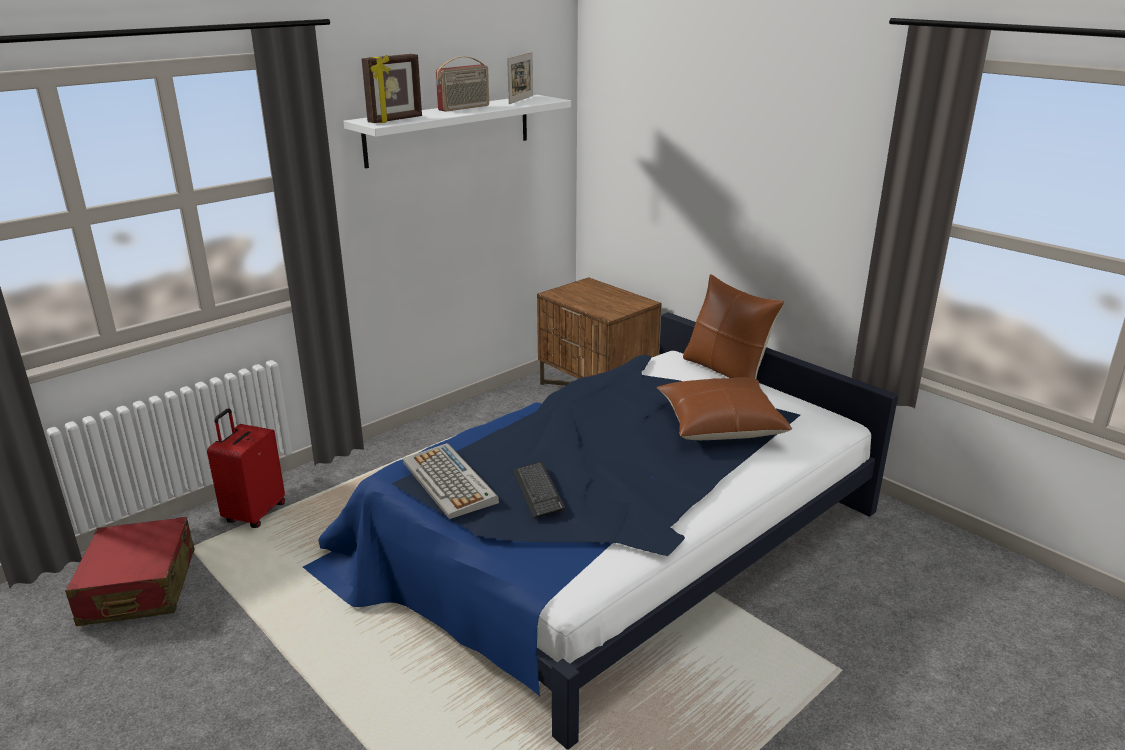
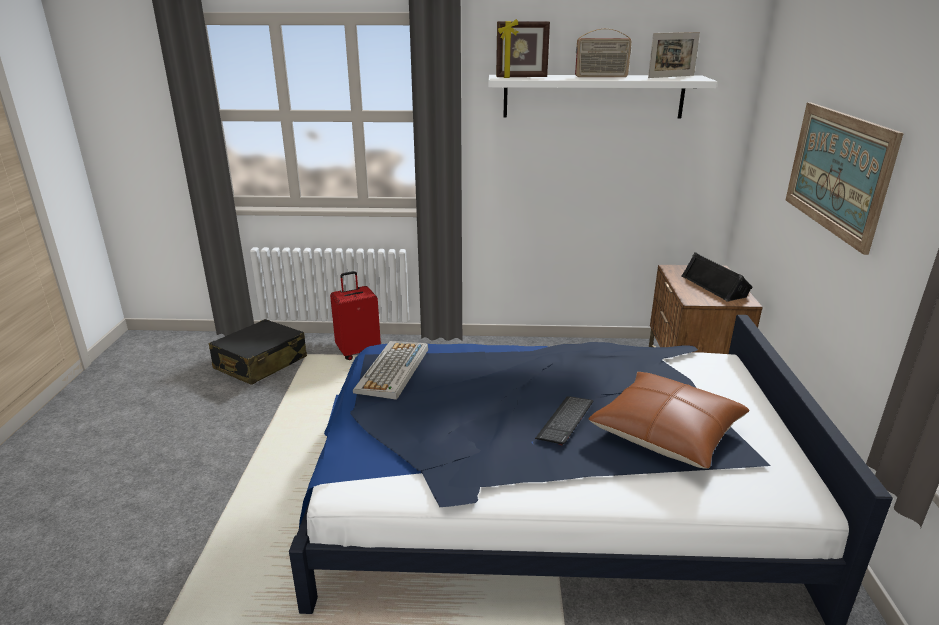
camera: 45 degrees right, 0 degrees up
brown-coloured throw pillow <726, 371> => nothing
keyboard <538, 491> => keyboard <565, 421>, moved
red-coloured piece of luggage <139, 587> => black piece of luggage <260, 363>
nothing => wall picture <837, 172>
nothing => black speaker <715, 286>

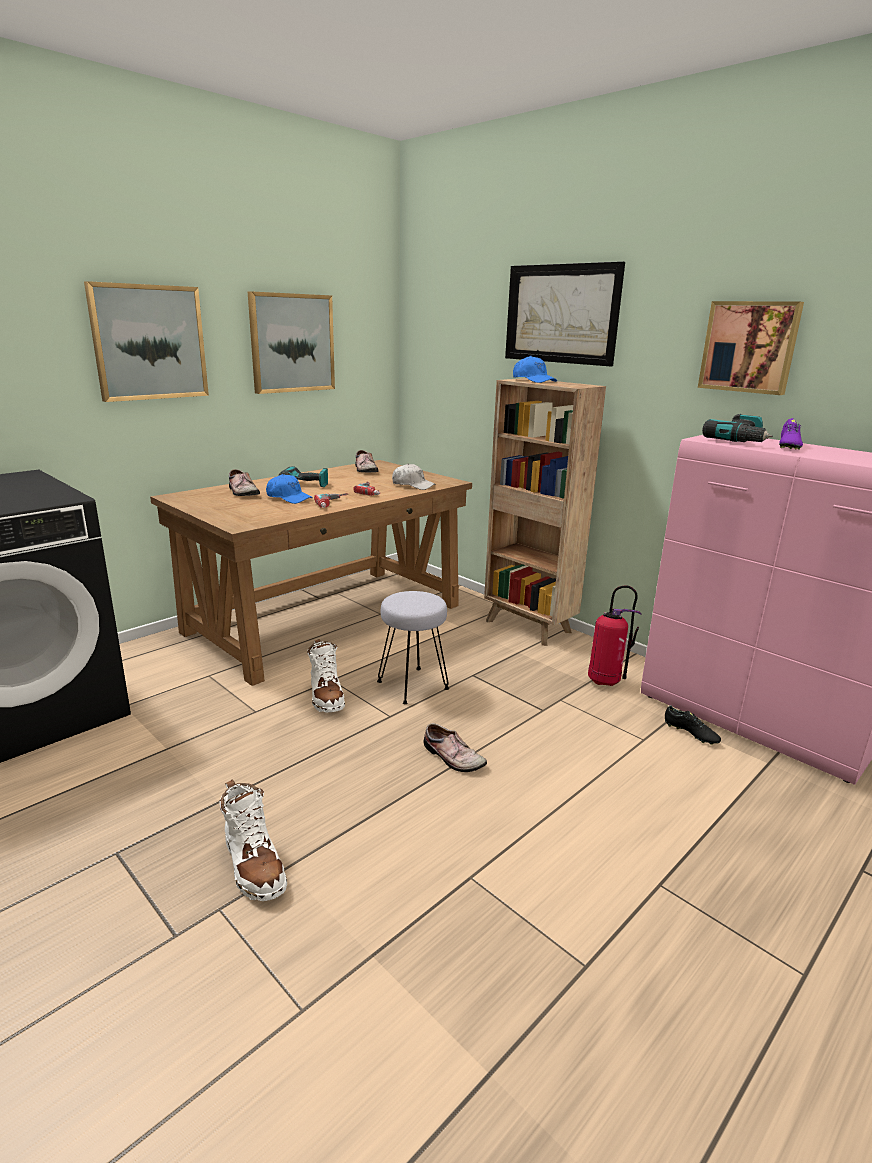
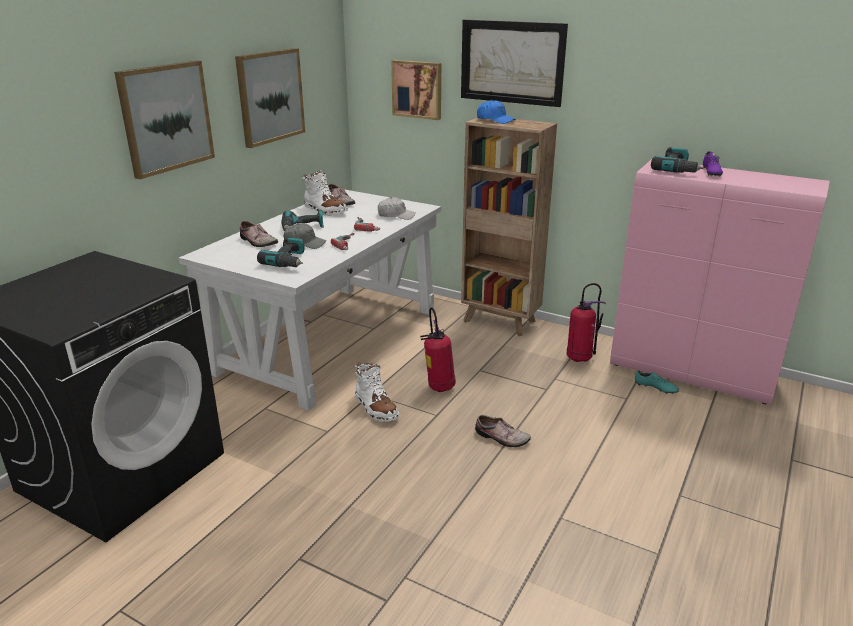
camera: 15 degrees left, 5 degrees up
wall picture <749, 347> => wall picture <417, 89>, moved
brown-coloured desk table <326, 618> => white desk table <330, 340>
blue-coloured peaked cap <289, 498> => greyish peaked cap <305, 243>
greyish sitting stool <412, 686> => fire-fighting cylinder <439, 387>
black low shoe <690, 734> => turquoise-coloured low shoe <655, 388>
white tall boot <253, 865> => white tall boot <325, 210>, moved
nothing => drill <288, 261>

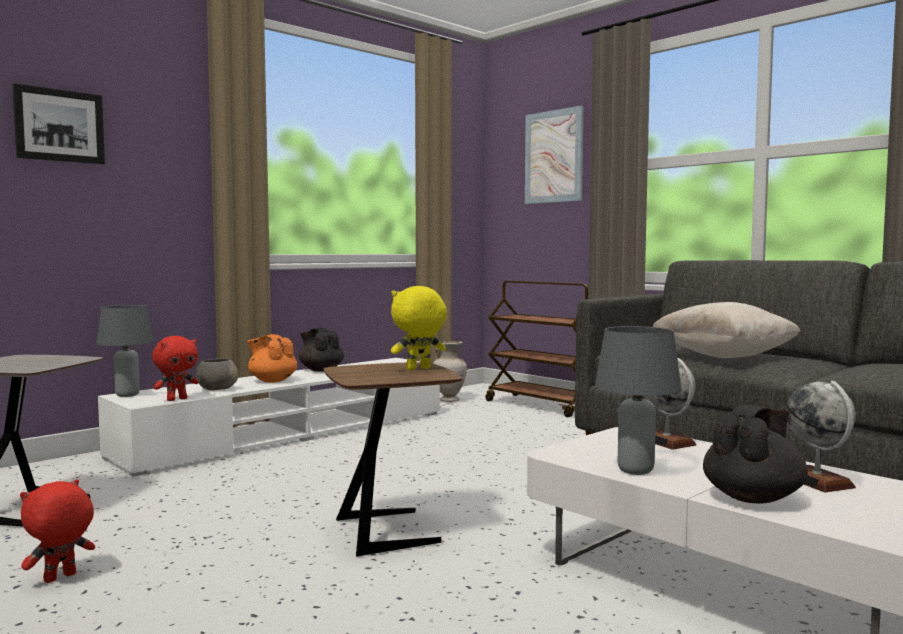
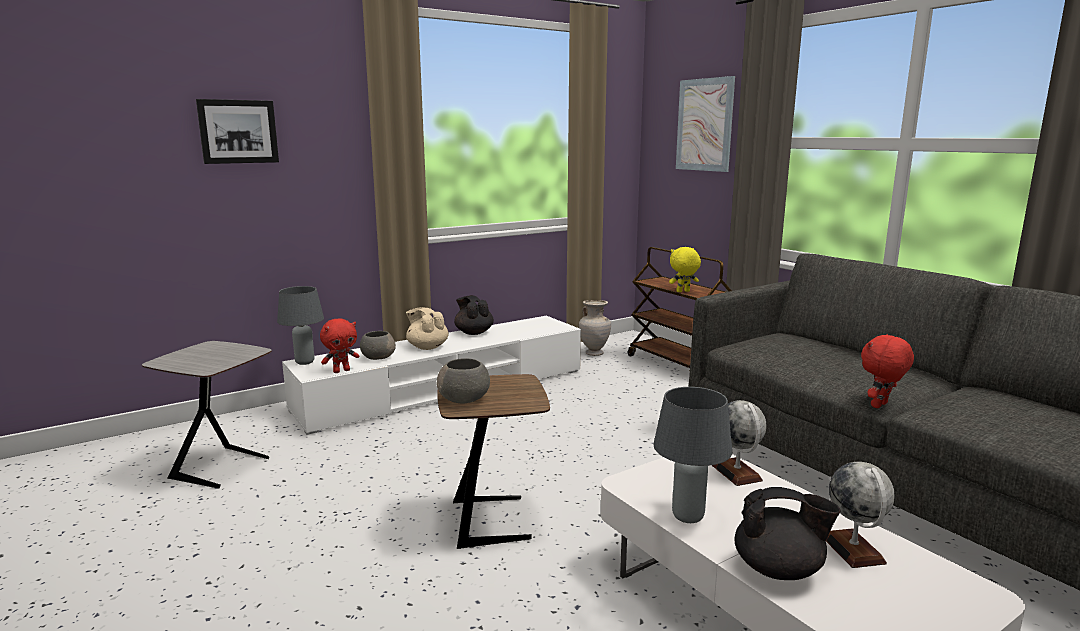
camera: 10 degrees right, 10 degrees up
yellow soft toy <418, 369> => yellow soft toy <683, 291>, moved
beige throw pillow <724, 356> => nothing
orange pot for tea <272, 381> => beige pot for tea <427, 347>
black pot for tea <753, 498> => black pot for tea <779, 569>, 45 degrees clockwise
red-coloured soft toy <60, 578> => red-coloured soft toy <880, 406>, moved
nothing => greyish serving bowl <464, 399>

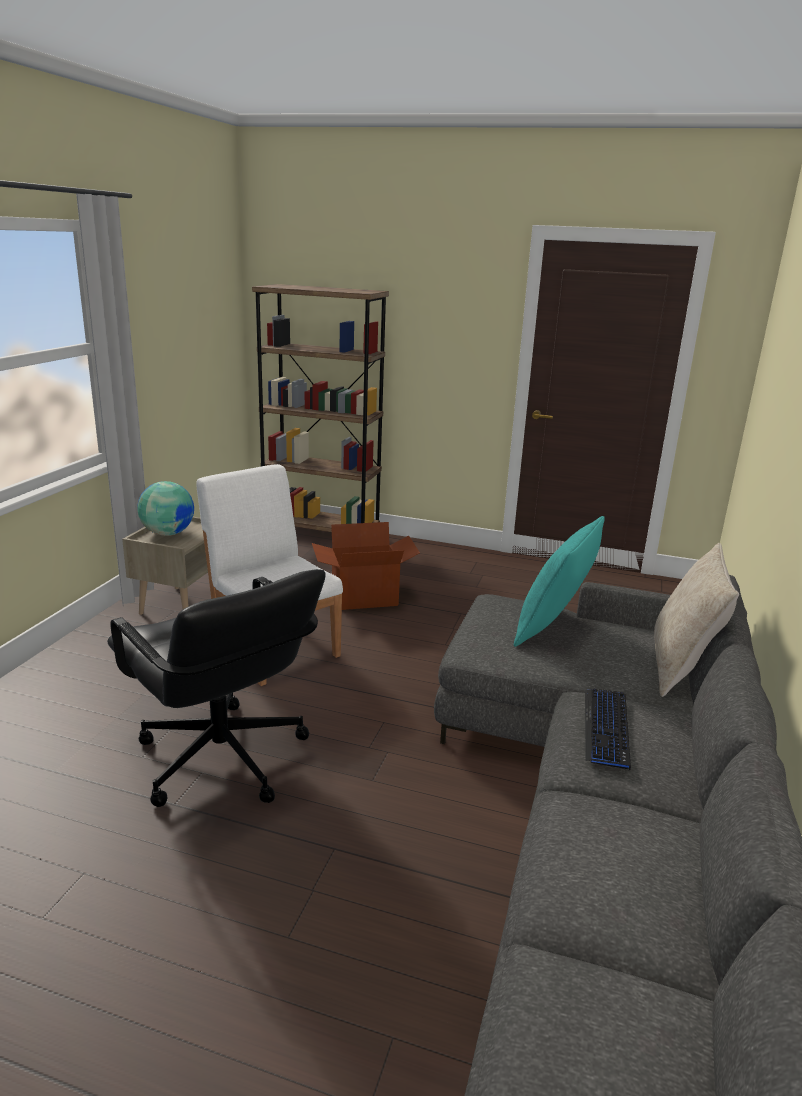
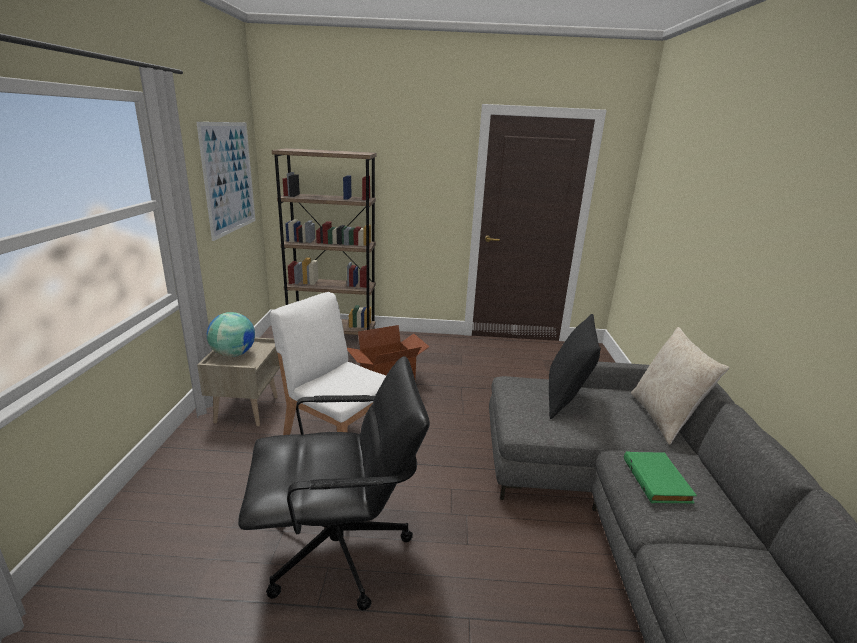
camera: 15 degrees left, 0 degrees up
turquoise-coloured throw pillow <553, 628> => black throw pillow <566, 398>
black computer chair <221, 759> => black computer chair <339, 550>, 45 degrees counterclockwise
keyboard <606, 728> => green bound book <658, 480>
nothing => wall picture <229, 178>

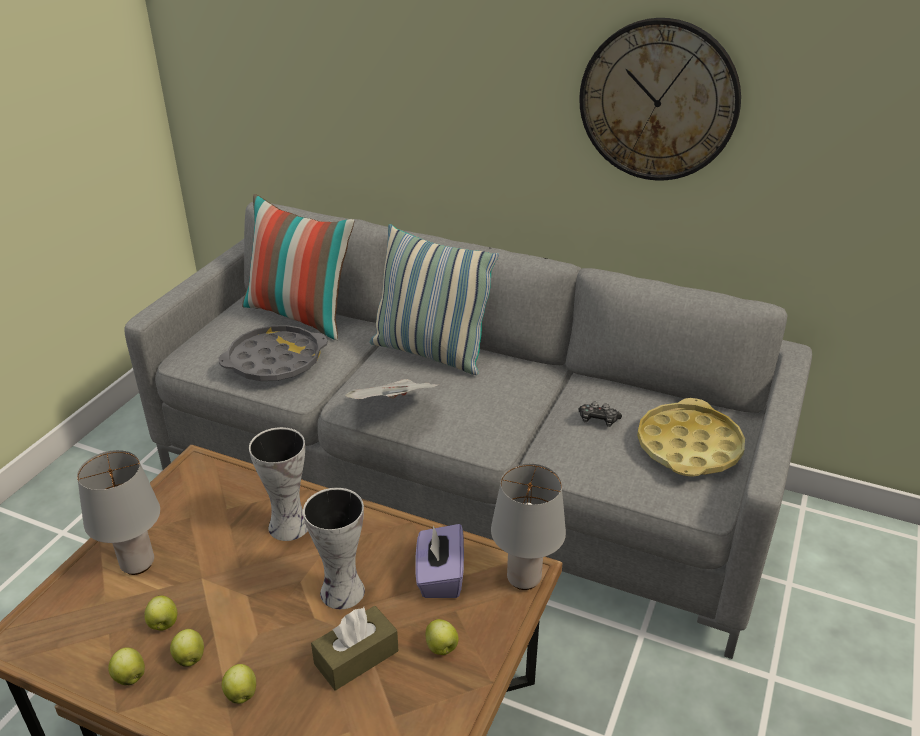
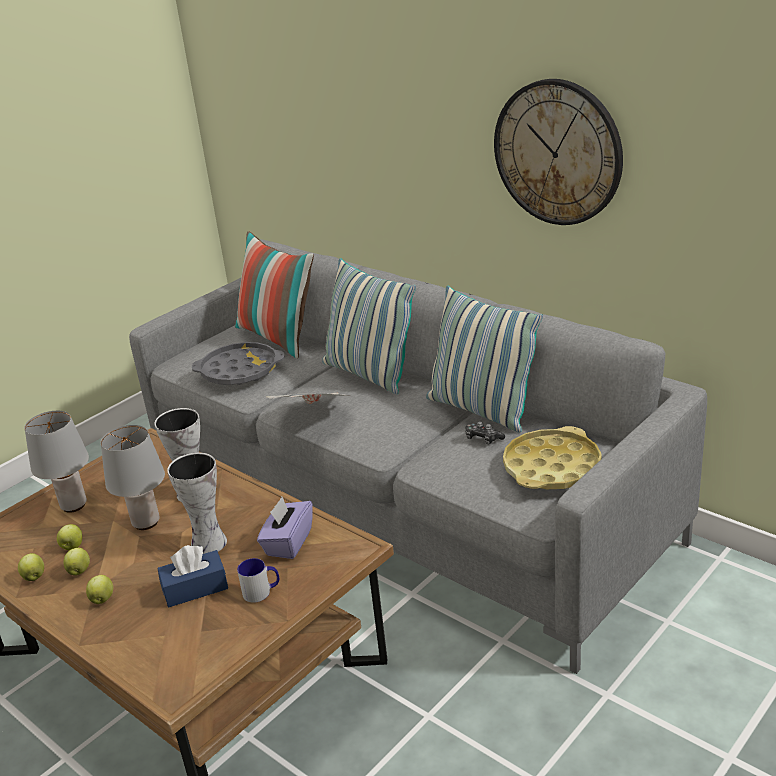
camera: 20 degrees right, 5 degrees down
greyish table lamp <524, 578> => greyish table lamp <147, 522>, moved
brown-coloured tissue holder <356, 657> => blue-coloured tissue holder <195, 588>
apple fruit <442, 648> => tea mug <262, 592>
nothing => throw pillow <481, 409>

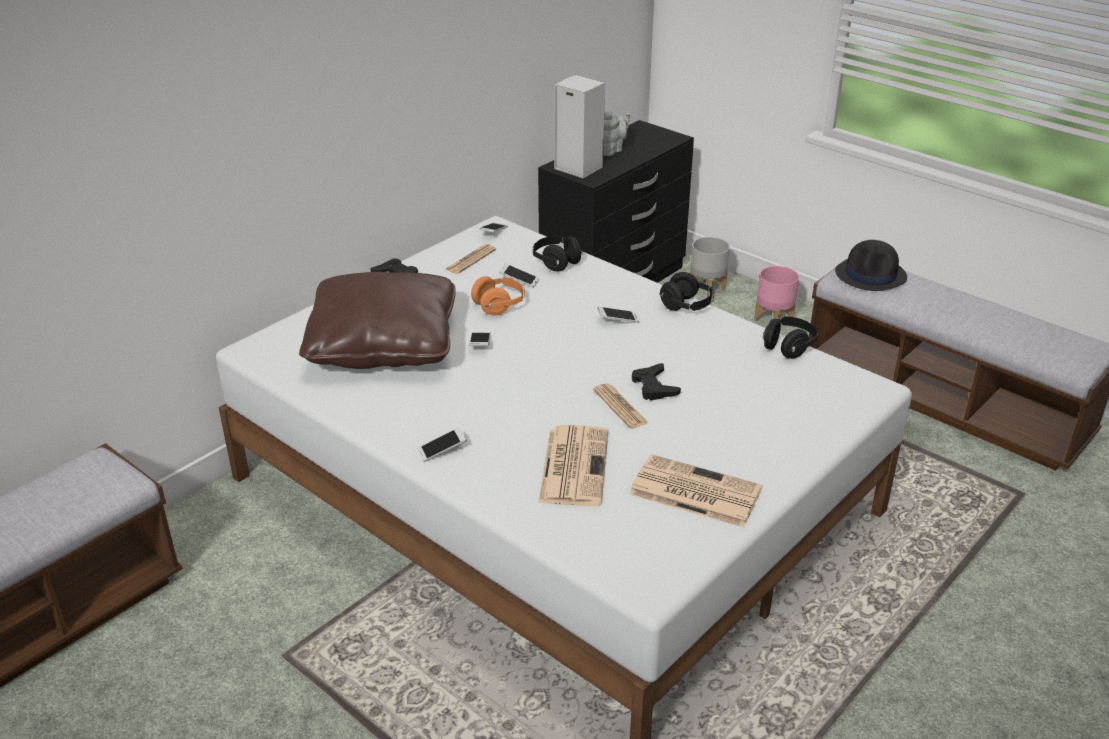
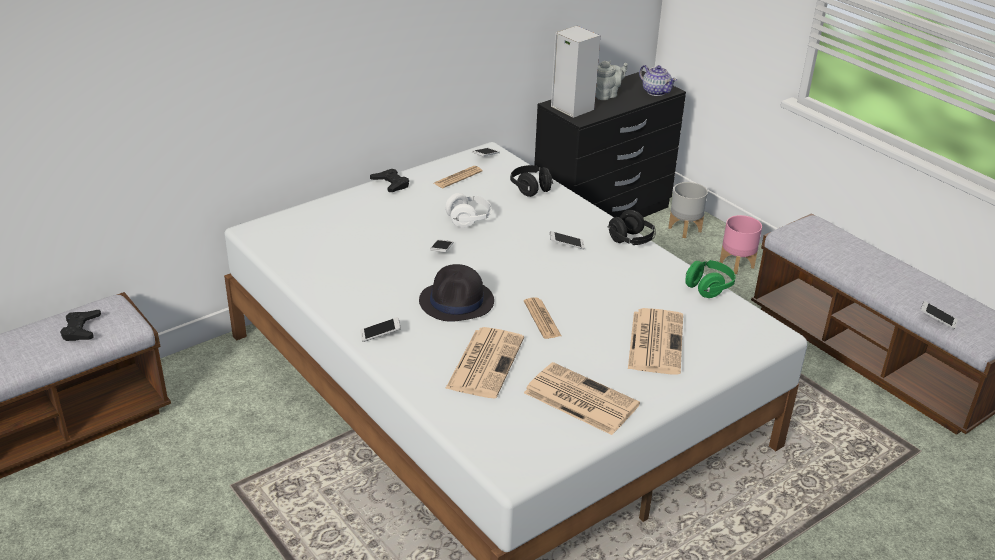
camera: 10 degrees right, 0 degrees up
black hat <871, 275> => black hat <457, 302>, moved
phone <519, 280> => phone <937, 319>, moved
brown-coloured throw pillow <383, 344> => nothing
orange headset <499, 306> => white headset <469, 220>
black headset <788, 347> => green headset <708, 288>
black joypad <654, 387> => black joypad <81, 329>, moved
nothing => pot for tea <656, 91>
nothing => newspaper <655, 341>

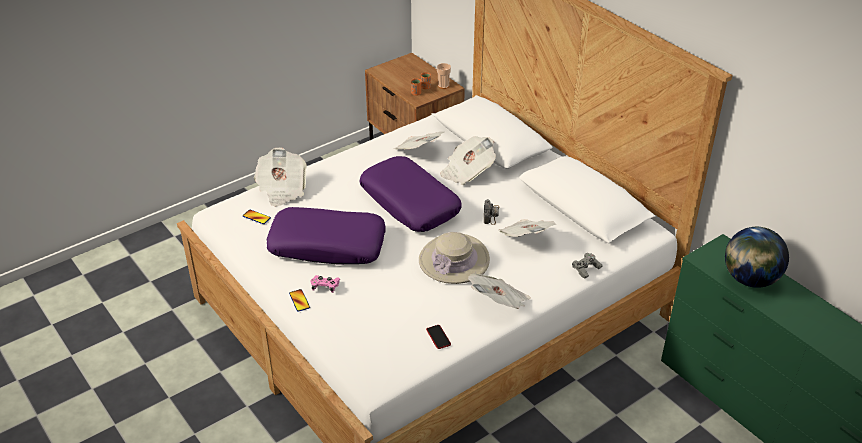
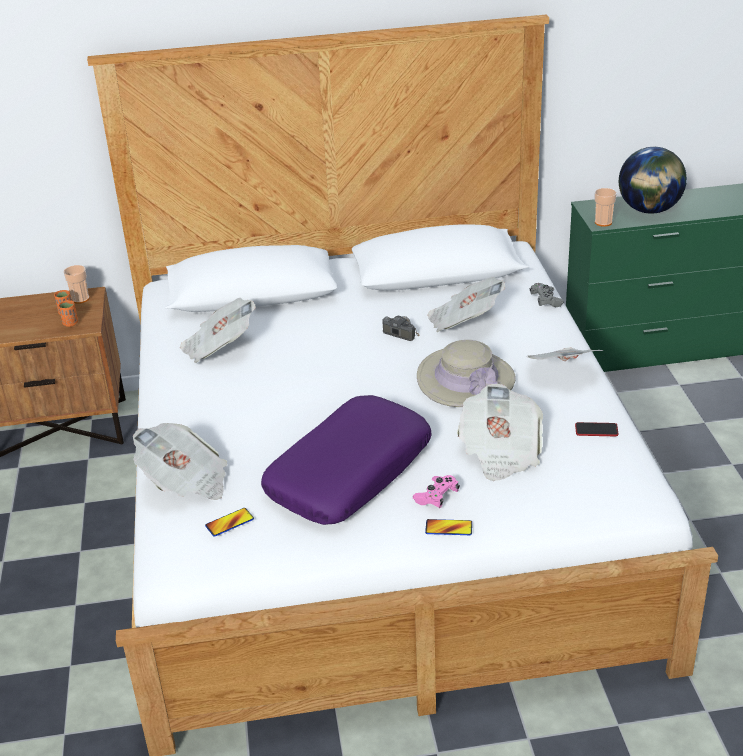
camera: 60 degrees left, 5 degrees down
newspaper <467, 172> => newspaper <500, 452>, moved
purple throw pillow <410, 203> => nothing
nothing => small cup <603, 222>

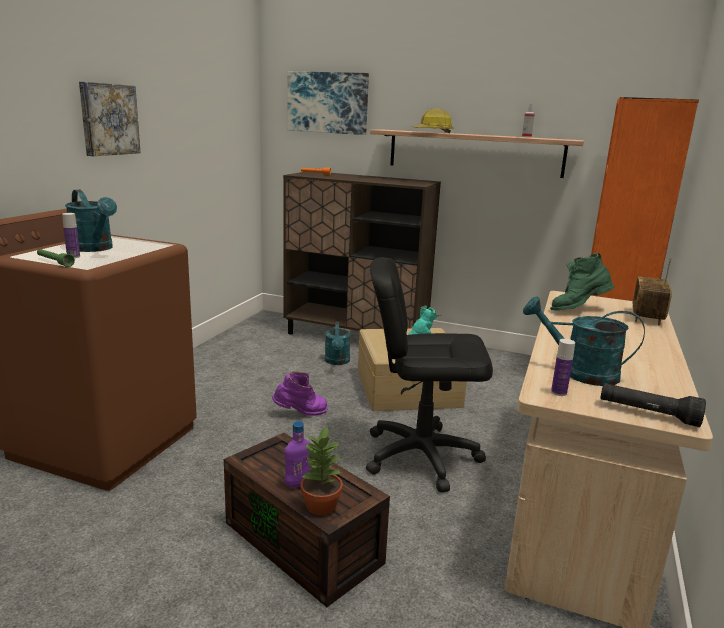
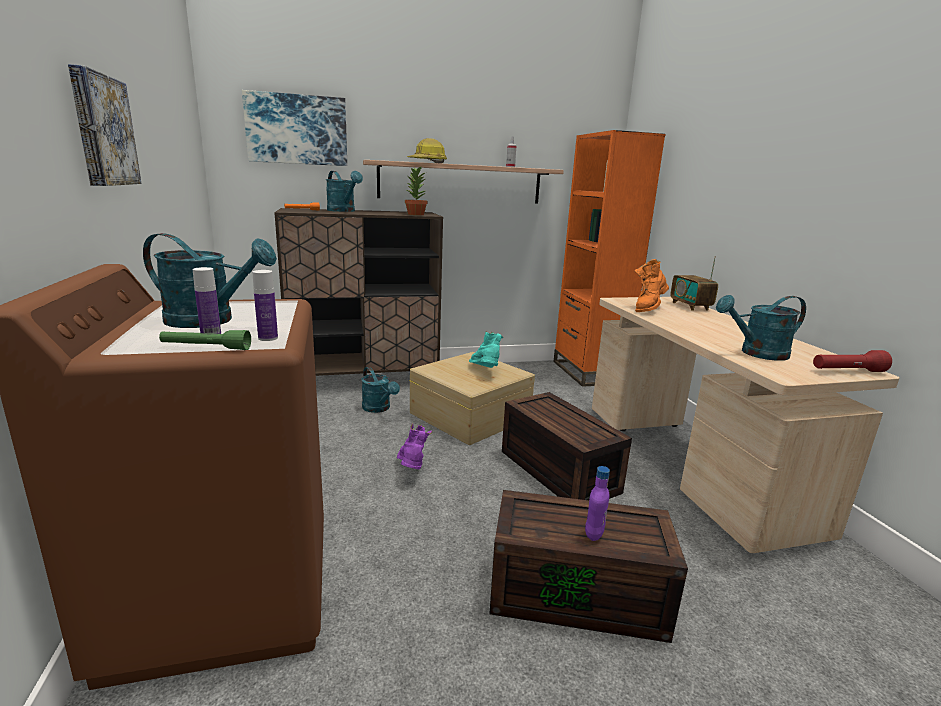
camera: 35 degrees left, 0 degrees up
green tall boot <578, 310> => orange tall boot <648, 309>
black computer chair <420, 456> => brown-coloured storage container <555, 471>
beverage bottle <559, 392> => beverage bottle <268, 338>, moved
purple tall boot <301, 414> => purple tall boot <412, 470>, 45 degrees counterclockwise
black hand torch <647, 414> => red-coloured hand torch <847, 371>
houseplant <320, 506> => houseplant <415, 214>, moved
nothing => turquoise-coloured watering can <343, 211>

